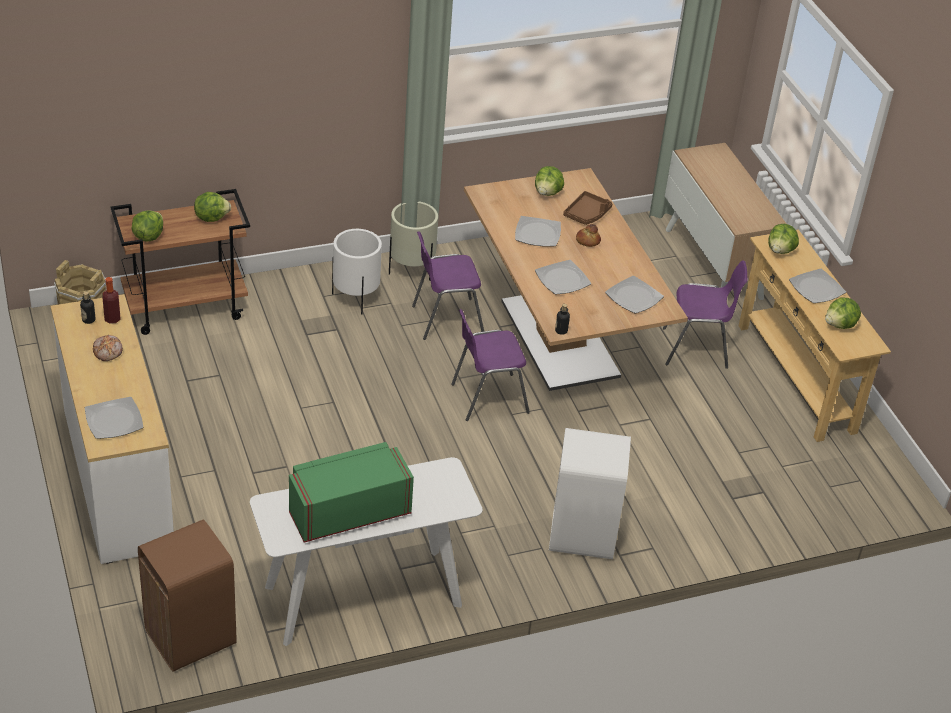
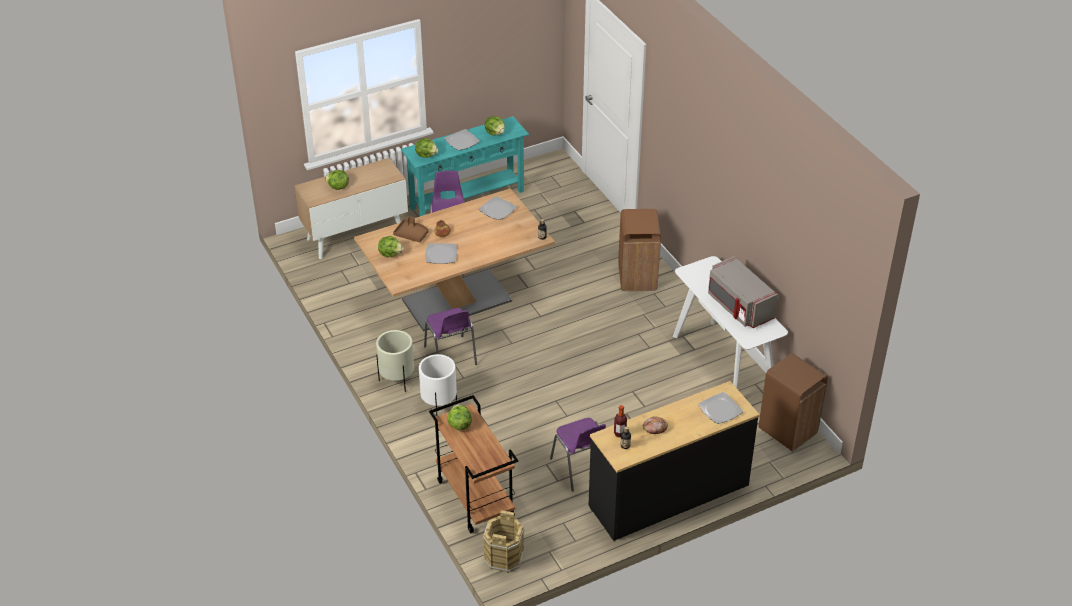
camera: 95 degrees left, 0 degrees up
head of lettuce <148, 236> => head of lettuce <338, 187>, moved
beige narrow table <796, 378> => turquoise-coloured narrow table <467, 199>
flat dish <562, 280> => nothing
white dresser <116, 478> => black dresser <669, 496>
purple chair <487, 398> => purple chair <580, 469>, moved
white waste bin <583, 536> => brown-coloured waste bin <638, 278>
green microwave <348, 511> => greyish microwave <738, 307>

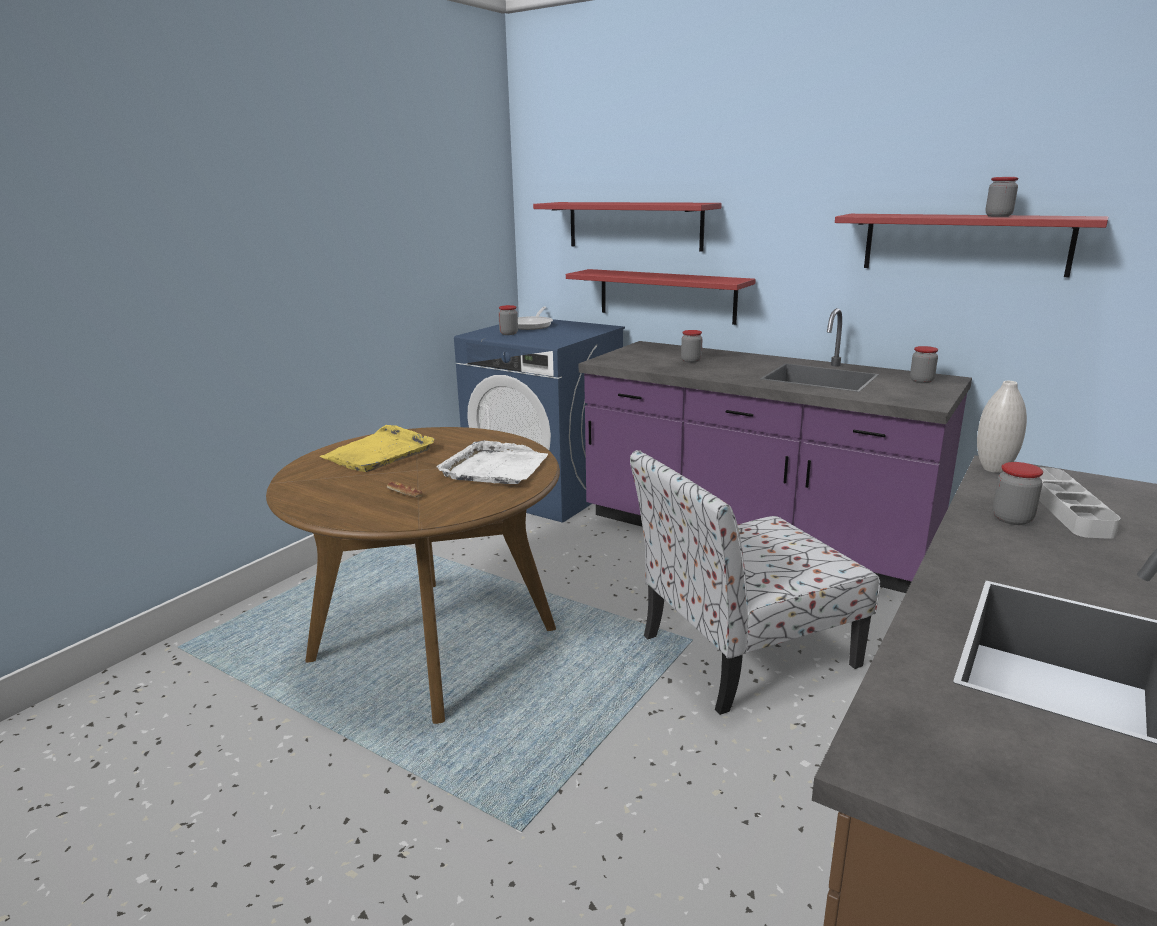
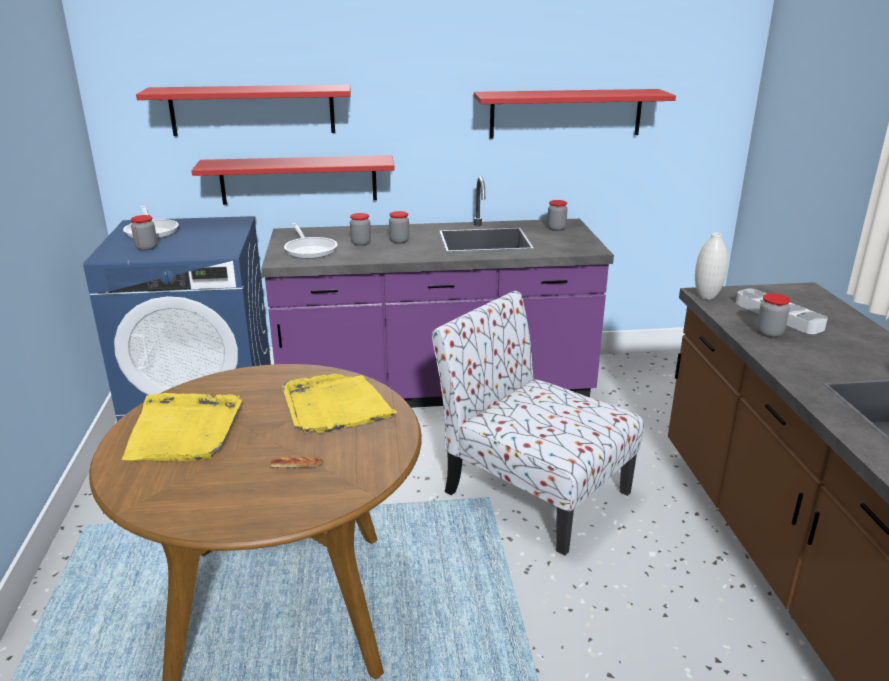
camera: 40 degrees left, 5 degrees up
storage jar <998, 216> => storage jar <399, 241>, moved
white tray <495, 468> => yellow tray <336, 407>
chair <743, 652> => chair <532, 490>, 105 degrees clockwise
nothing => skillet <310, 249>

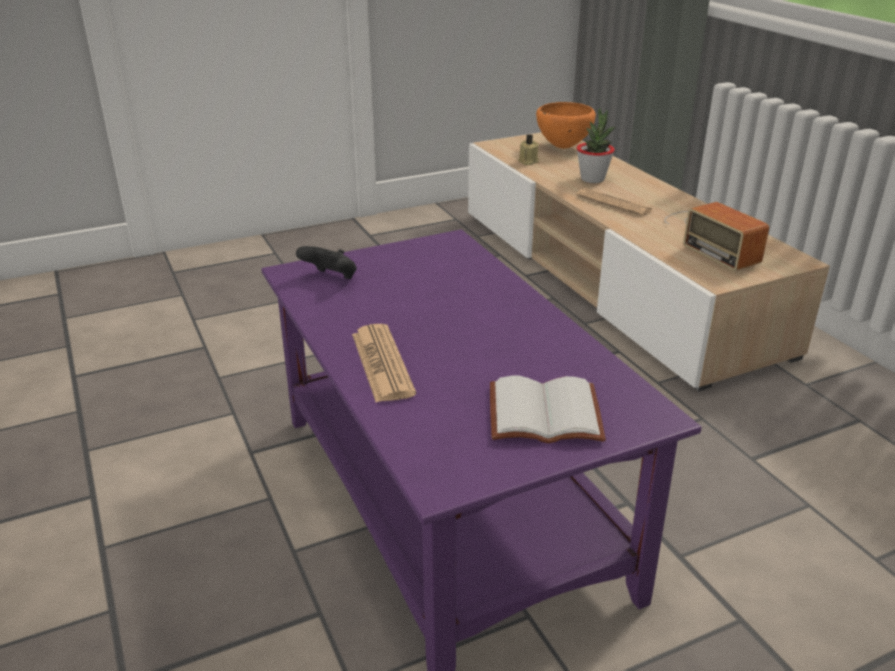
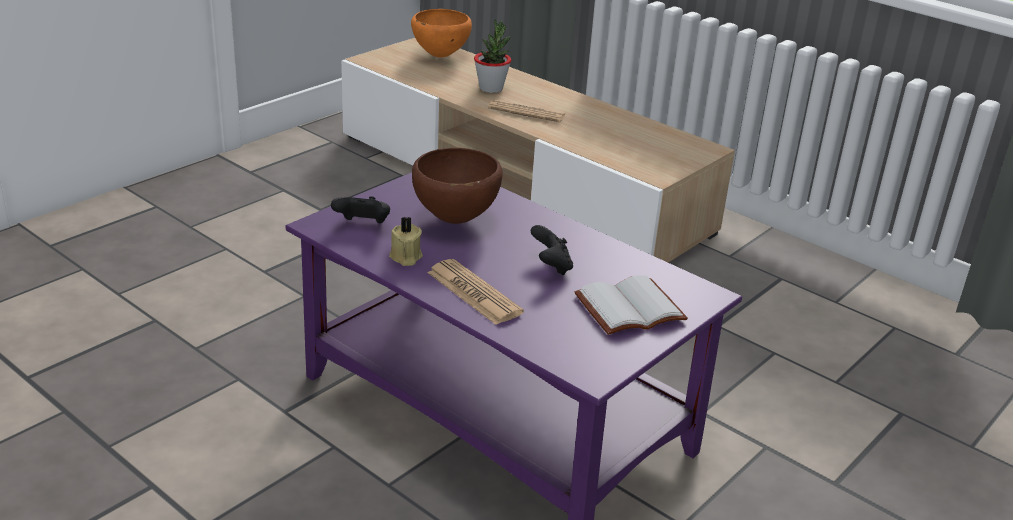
camera: 25 degrees left, 0 degrees up
beige candle <527, 162> => beige candle <405, 257>, moved
radio receiver <712, 237> => nothing
nothing => brown-coloured serving bowl <455, 220>
nothing => black joypad <551, 266>

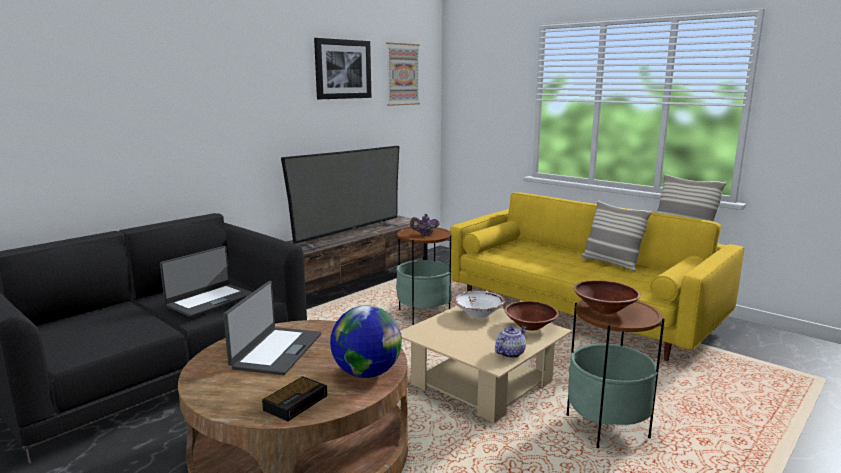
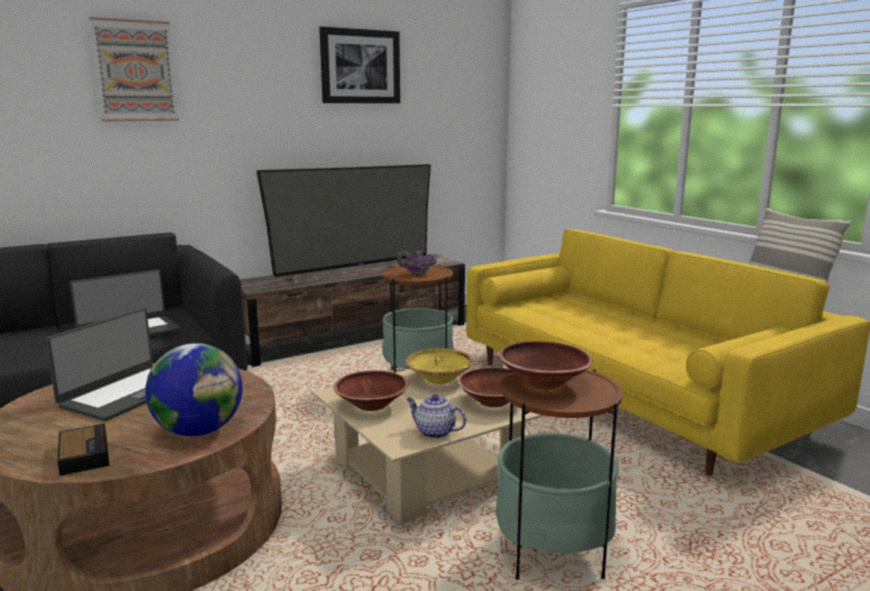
camera: 15 degrees right, 0 degrees up
wall picture <402, 74> => wall picture <135, 71>, moved
throw pillow <611, 263> => nothing
white serving bowl <478, 314> => yellow serving bowl <439, 379>
pot for tea <510, 353> => pot for tea <434, 432>, 120 degrees counterclockwise
bedside clock <297, 402> => bedside clock <84, 454>, 75 degrees counterclockwise
nothing => brown-coloured serving bowl <372, 405>

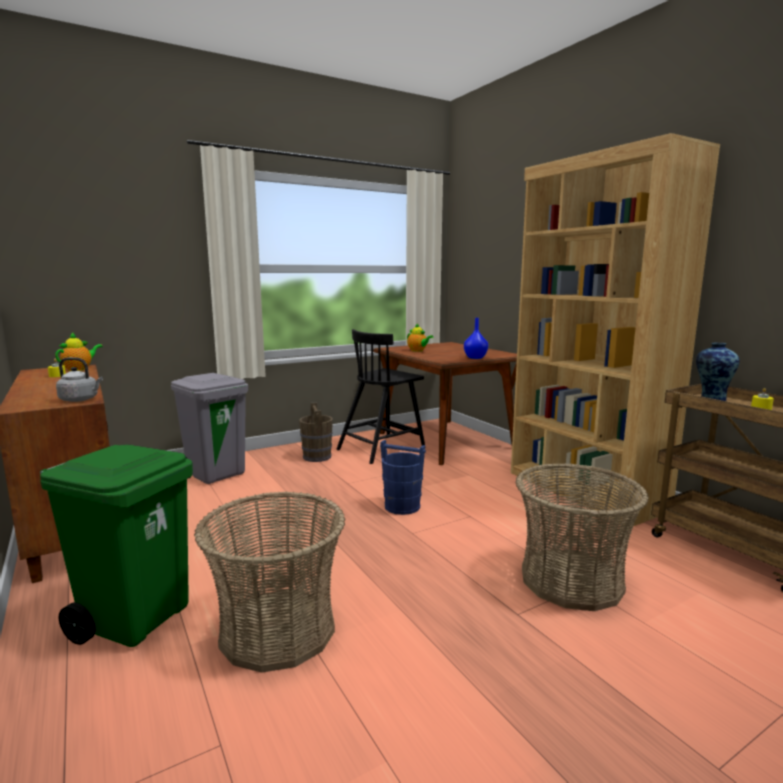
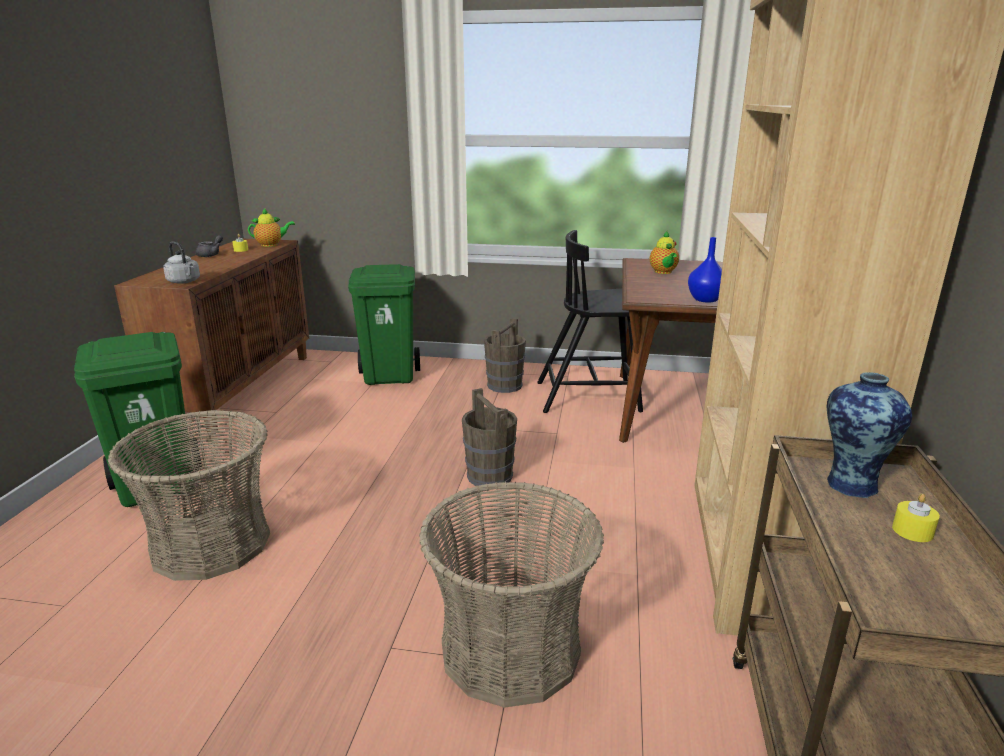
camera: 40 degrees right, 10 degrees up
greyish waste bin <216, 474> => green waste bin <390, 376>
blue-coloured bucket <402, 506> => brown-coloured bucket <489, 475>
nothing => greyish pot for tea <211, 255>

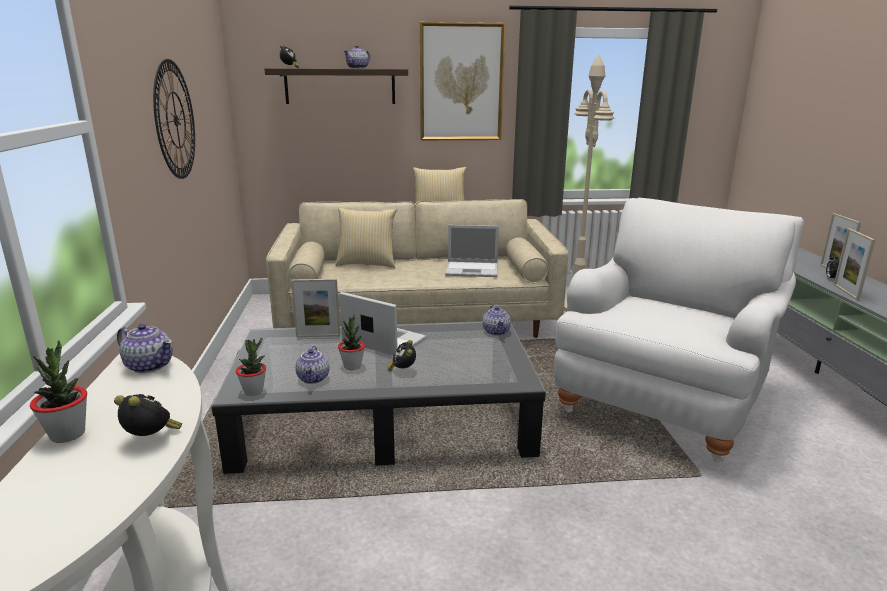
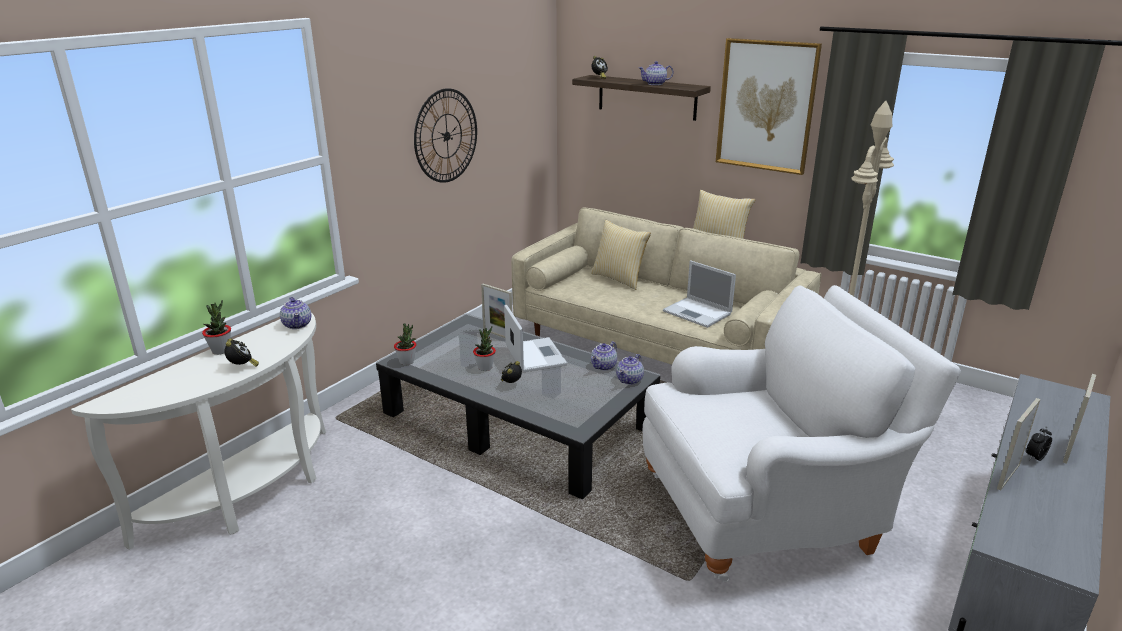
camera: 40 degrees right, 5 degrees up
pot for tea <314, 379> => pot for tea <604, 367>, moved

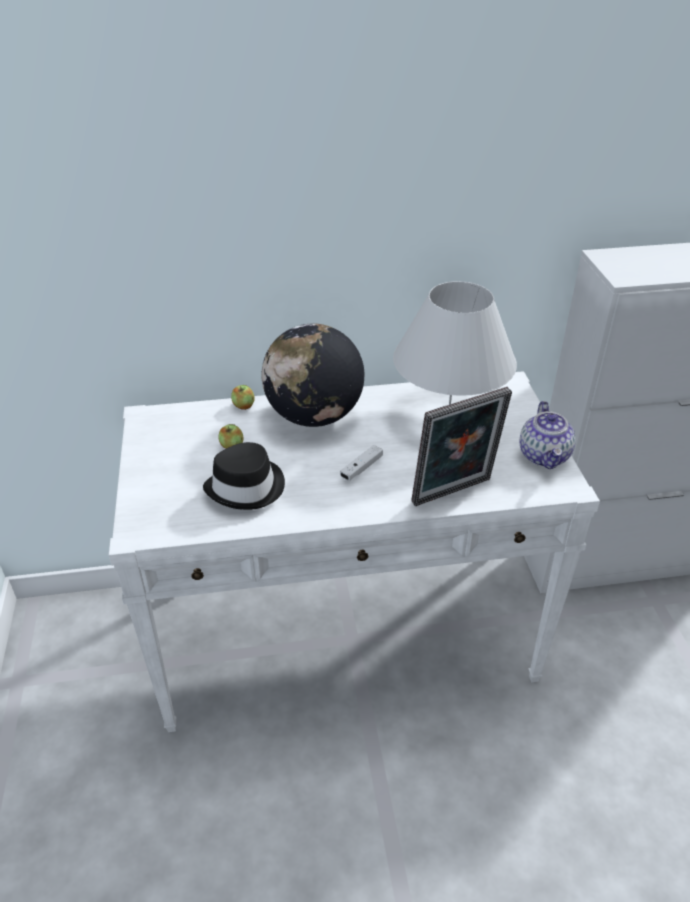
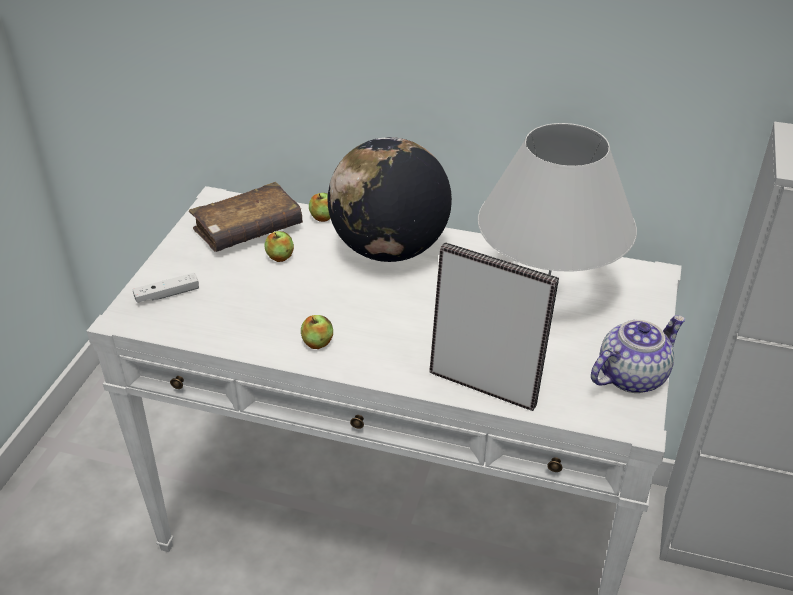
camera: 25 degrees right, 0 degrees up
standing frame <454, 494> => standing frame <485, 384>, 150 degrees counterclockwise
pot for tea <545, 456> => pot for tea <631, 375>, 150 degrees counterclockwise
black hat <247, 487> => nothing
white joypad <361, 468> => white joypad <167, 294>, moved
nothing => brown-coloured bound book <248, 230>
nothing => apple fruit <317, 343>

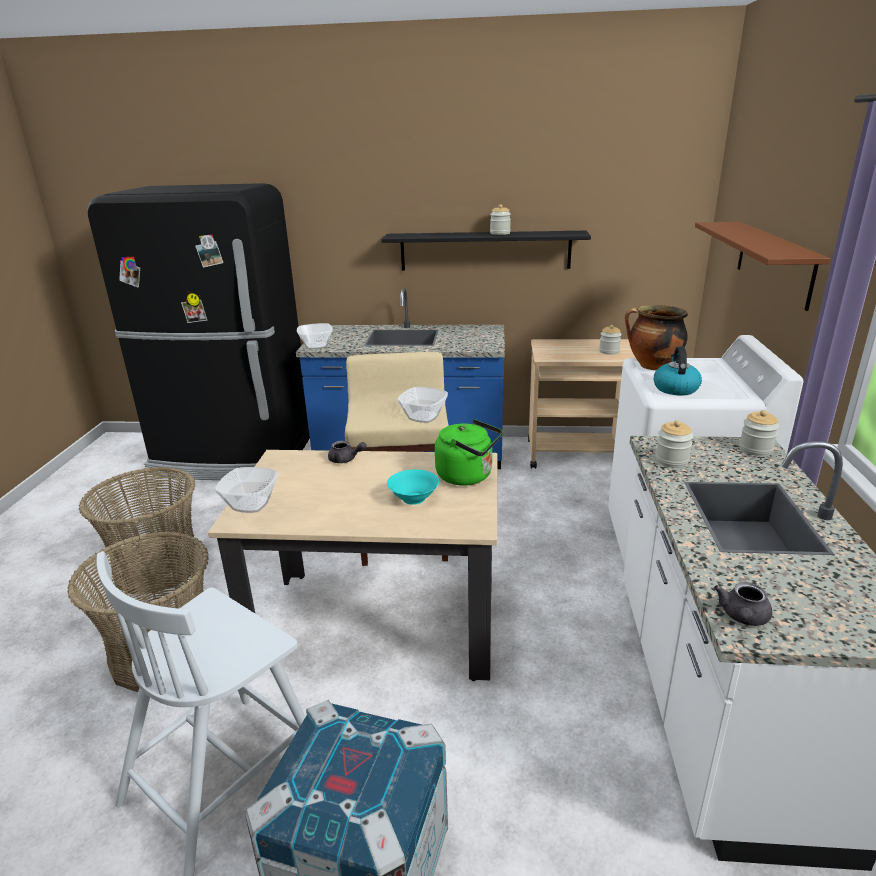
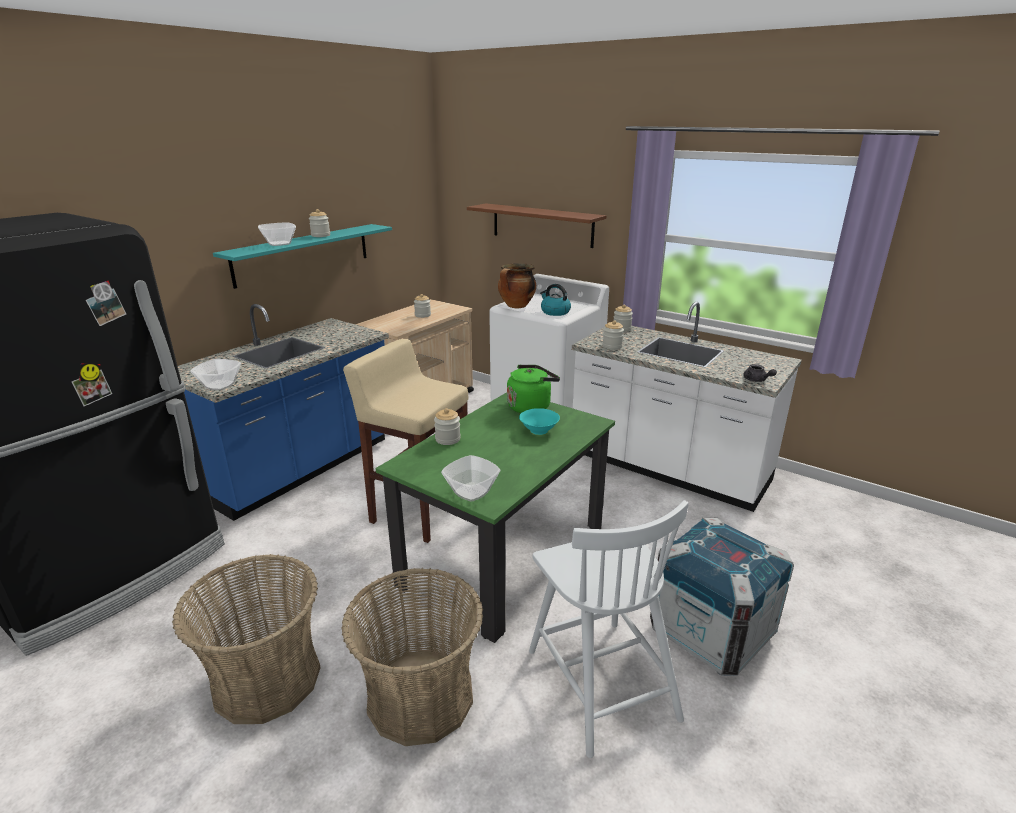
camera: 60 degrees left, 0 degrees up
black wall shelf <485, 251> => turquoise-coloured wall shelf <303, 254>
serving bowl <423, 417> => serving bowl <279, 244>, moved
greyish pot for tea <345, 460> => storage jar <448, 439>
beige kitchen table <378, 623> => green kitchen table <504, 557>

